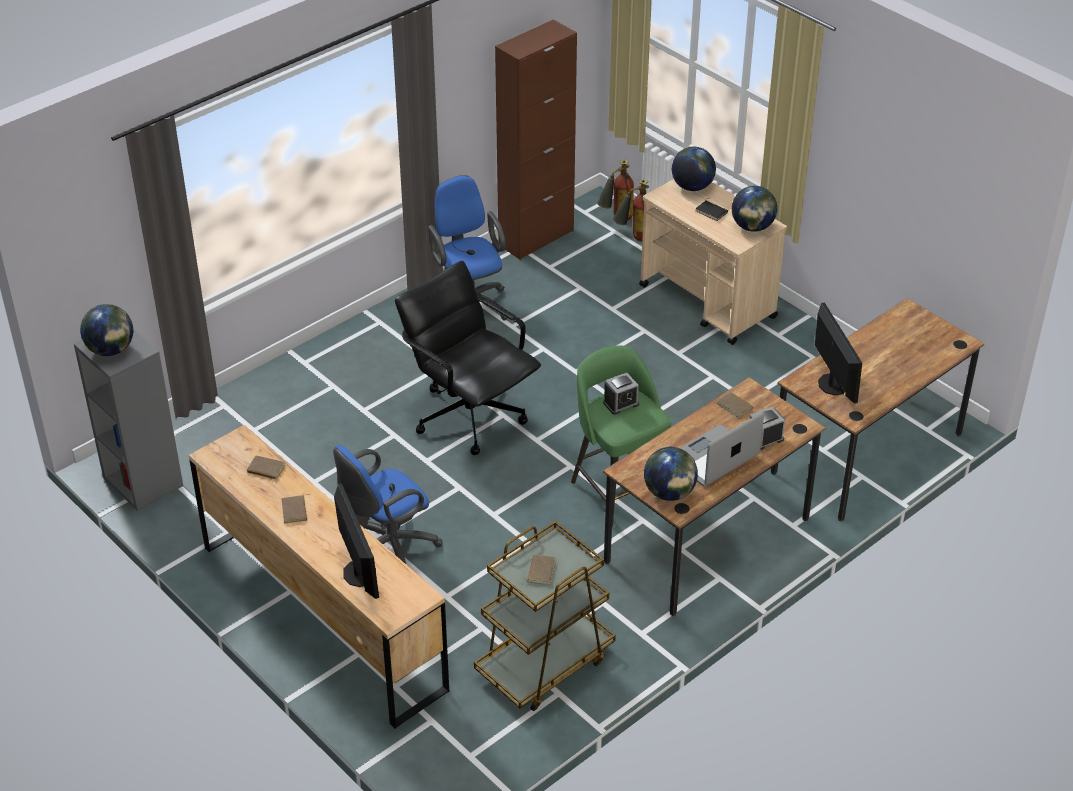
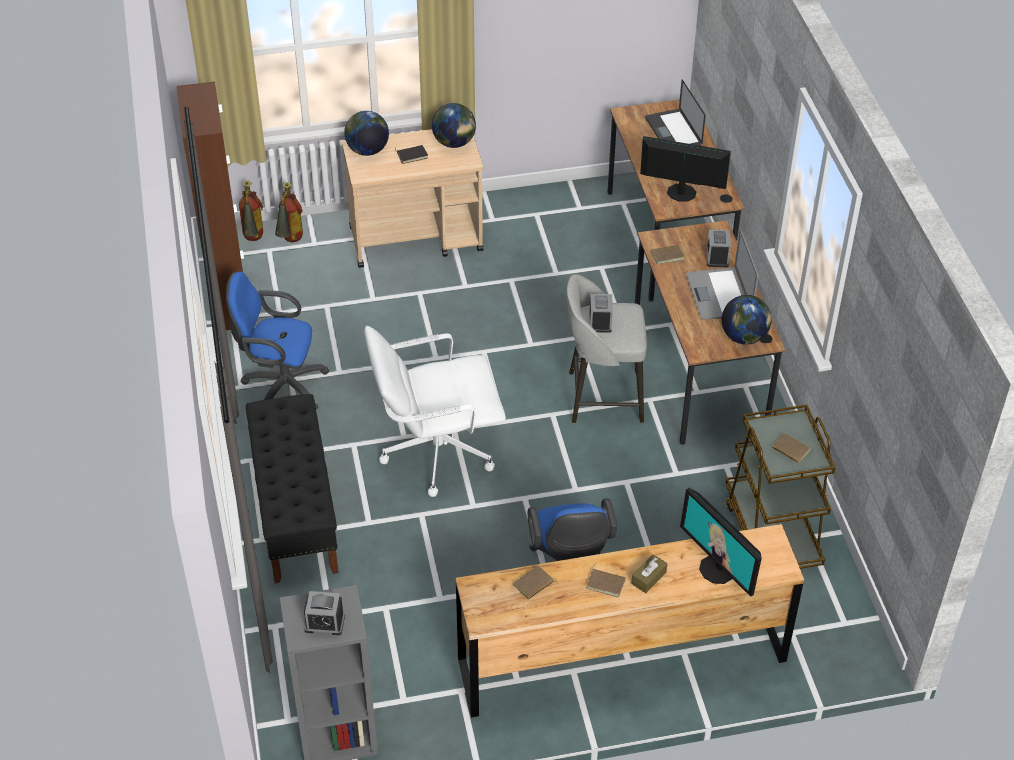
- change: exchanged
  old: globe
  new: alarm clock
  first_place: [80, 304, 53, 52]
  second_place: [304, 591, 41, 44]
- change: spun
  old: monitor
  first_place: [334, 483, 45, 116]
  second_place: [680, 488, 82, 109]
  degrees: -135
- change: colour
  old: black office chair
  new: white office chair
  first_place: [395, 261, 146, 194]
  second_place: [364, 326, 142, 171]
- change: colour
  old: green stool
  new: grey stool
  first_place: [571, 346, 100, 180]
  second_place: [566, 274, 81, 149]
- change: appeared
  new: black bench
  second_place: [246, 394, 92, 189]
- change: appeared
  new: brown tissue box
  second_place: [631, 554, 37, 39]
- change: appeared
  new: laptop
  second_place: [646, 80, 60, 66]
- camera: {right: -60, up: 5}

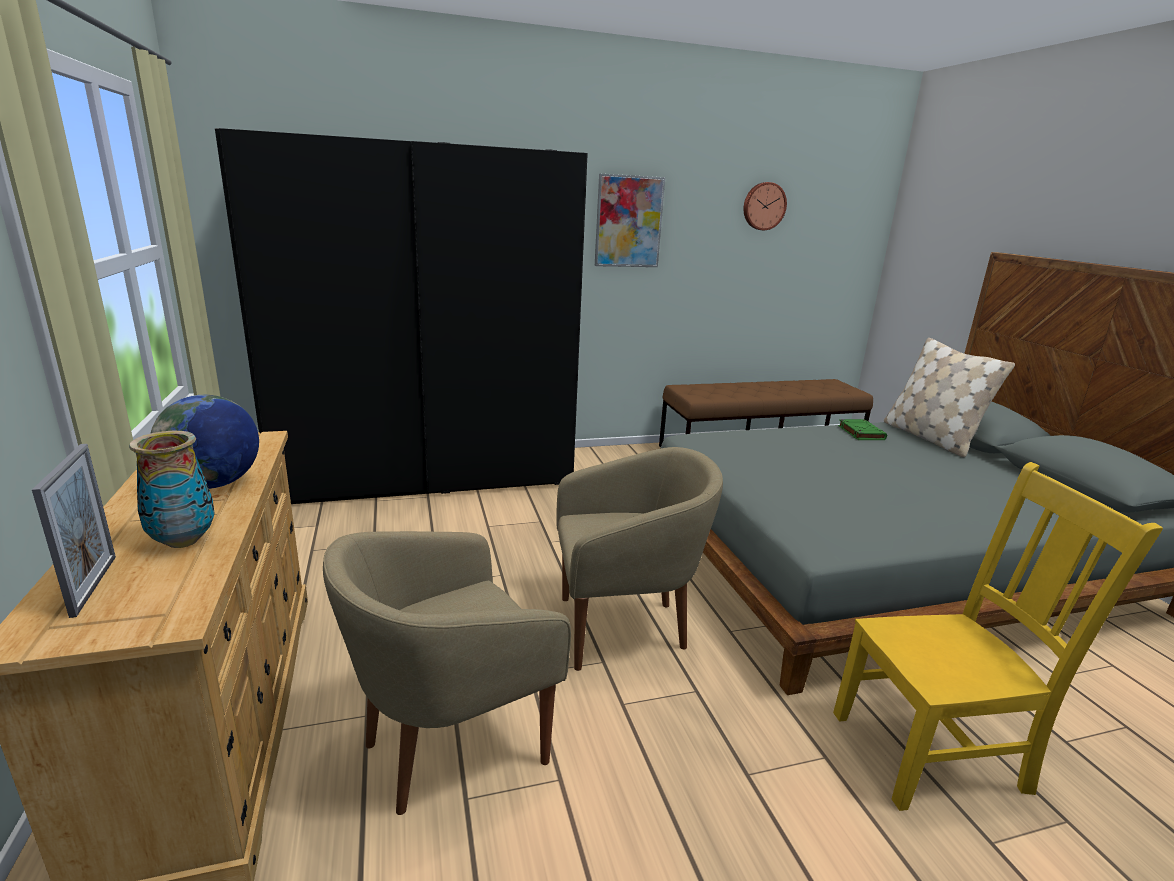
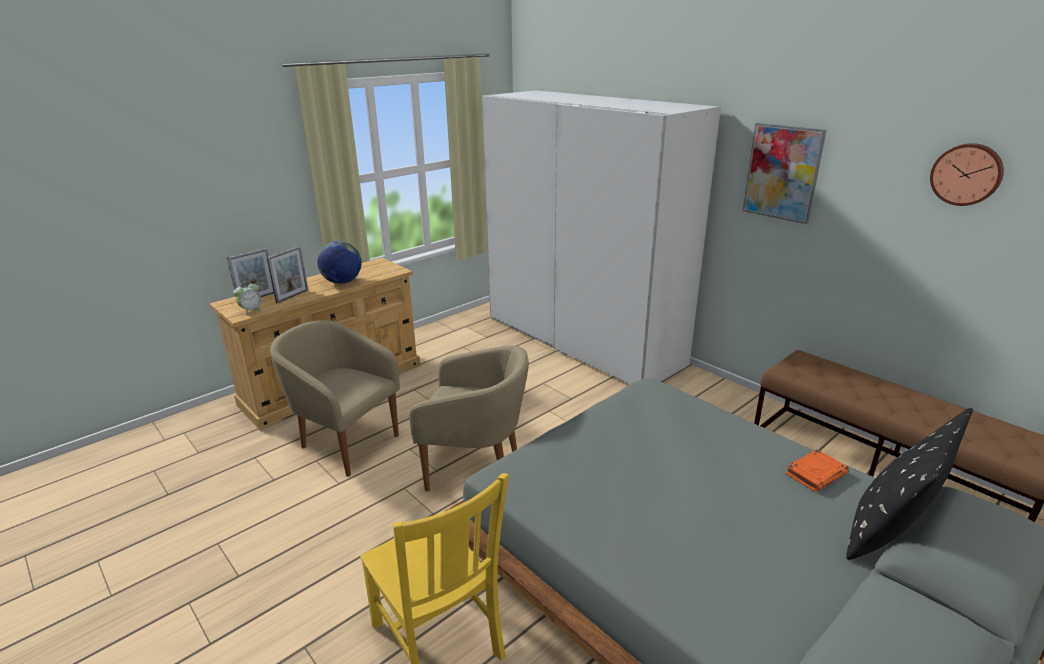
- change: exchanged
  old: vase
  new: picture frame
  first_place: [129, 431, 86, 117]
  second_place: [267, 246, 41, 57]
- change: colour
  old: black wardrobe
  new: white wardrobe
  first_place: [215, 128, 373, 376]
  second_place: [482, 90, 239, 295]
- change: spun
  old: beige armchair
  first_place: [556, 447, 167, 224]
  second_place: [409, 345, 120, 146]
  degrees: -45
- change: colour
  old: green book
  new: orange book
  first_place: [838, 419, 49, 21]
  second_place: [785, 449, 64, 43]
- change: colour
  old: beige pillow
  new: black pillow
  first_place: [884, 338, 131, 120]
  second_place: [846, 408, 127, 152]
- change: appeared
  new: alarm clock
  second_place: [233, 281, 31, 35]
- camera: {right: 65, up: 5}

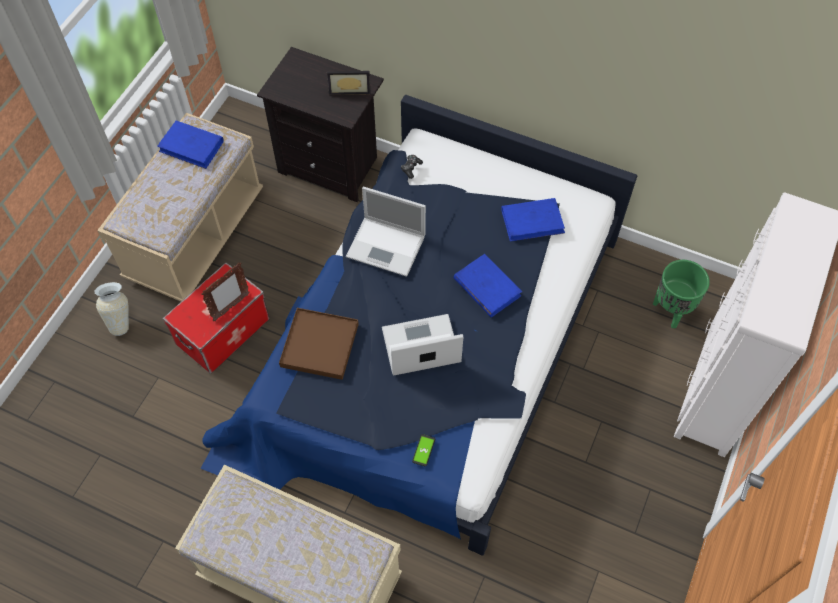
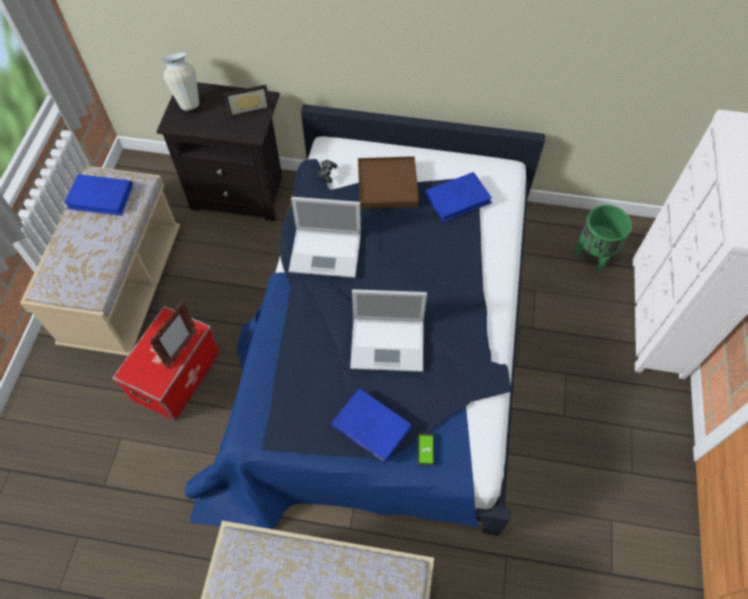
- change: relocated
  old: vase
  first_place: [95, 282, 34, 54]
  second_place: [160, 53, 39, 58]
- change: relocated
  old: brown tray
  first_place: [279, 308, 80, 72]
  second_place: [358, 156, 61, 53]
- change: spun
  old: laptop
  first_place: [382, 314, 81, 62]
  second_place: [350, 289, 77, 83]
  degrees: -150
- change: relocated
  old: blue book
  first_place: [454, 254, 68, 64]
  second_place: [331, 388, 81, 76]
- camera: {right: -15, up: 0}

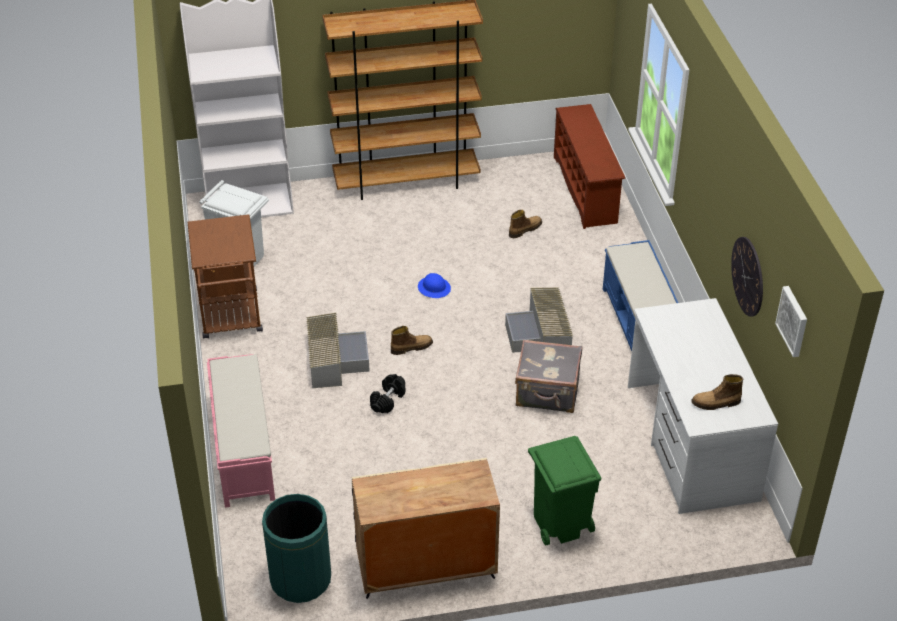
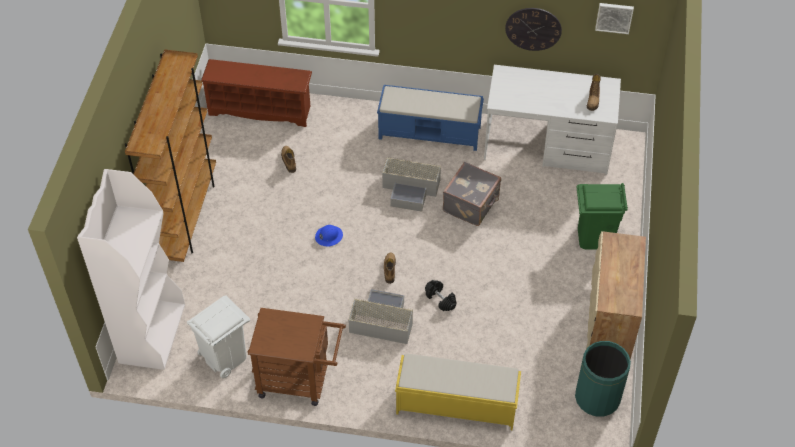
- change: colour
  old: pink bench
  new: yellow bench
  first_place: [207, 354, 68, 154]
  second_place: [395, 354, 126, 76]
- camera: {right: -70, up: 10}

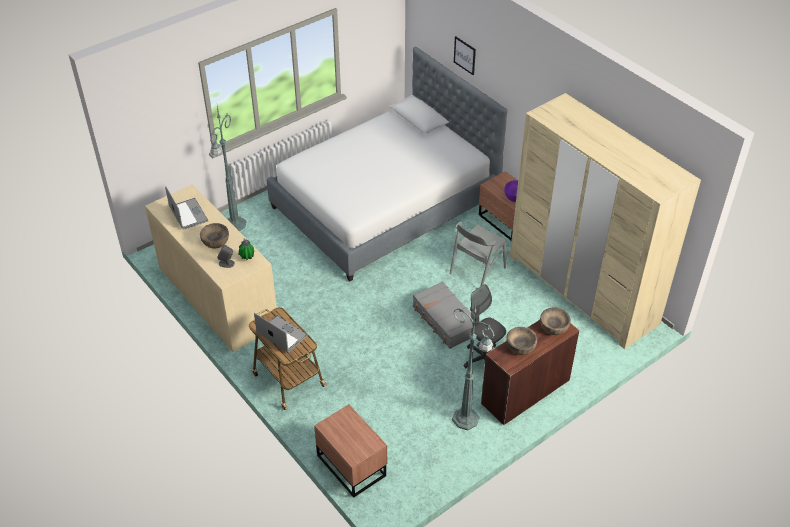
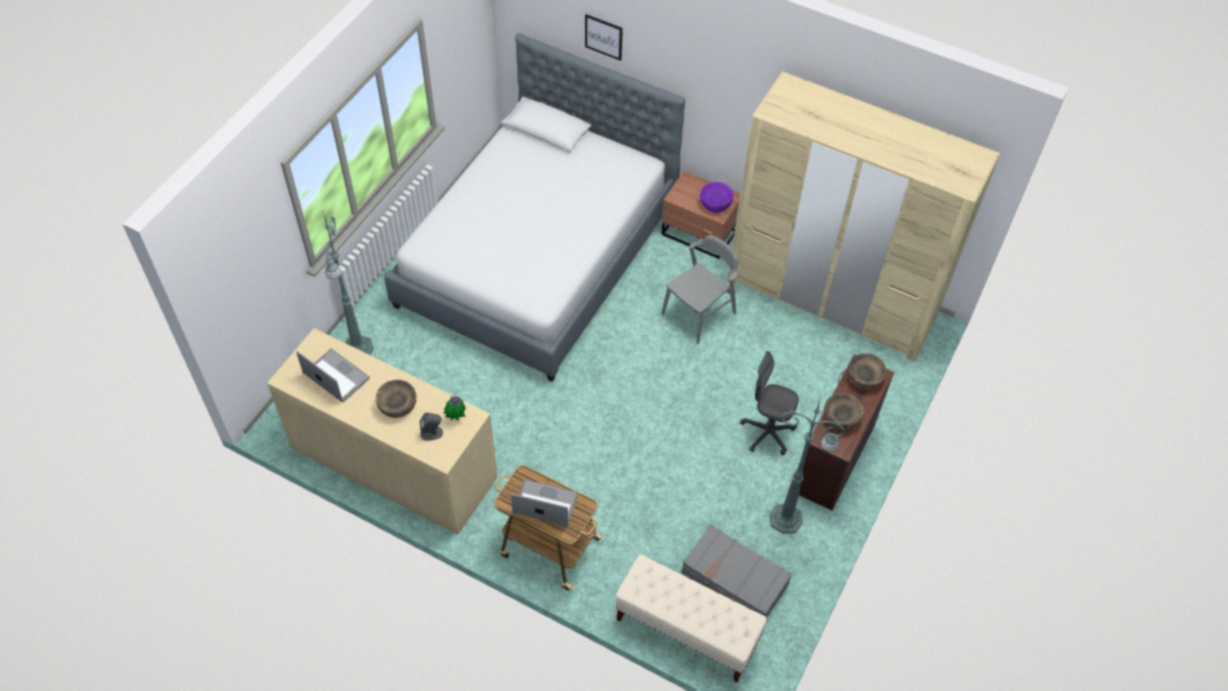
- change: exchanged
  old: brown nightstand
  new: beige bench
  first_place: [314, 404, 73, 94]
  second_place: [616, 554, 151, 128]
- change: relocated
  old: grey suitcase
  first_place: [413, 281, 67, 68]
  second_place: [682, 524, 110, 93]
- change: spun
  old: grey chair
  first_place: [450, 222, 57, 65]
  second_place: [661, 235, 77, 110]
  degrees: -150
- camera: {right: -25, up: 10}

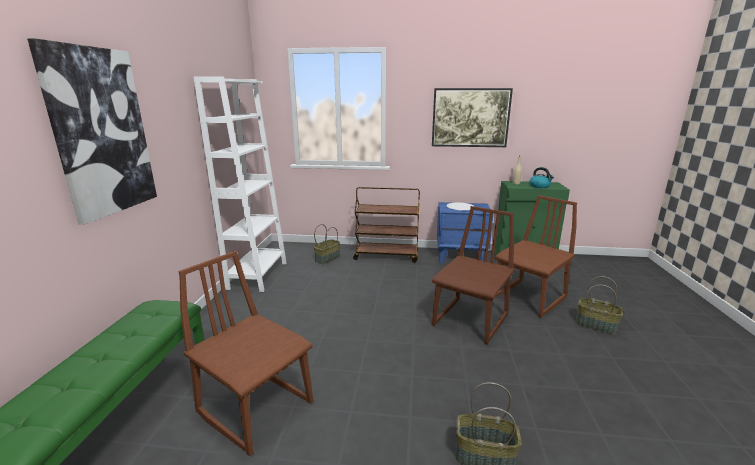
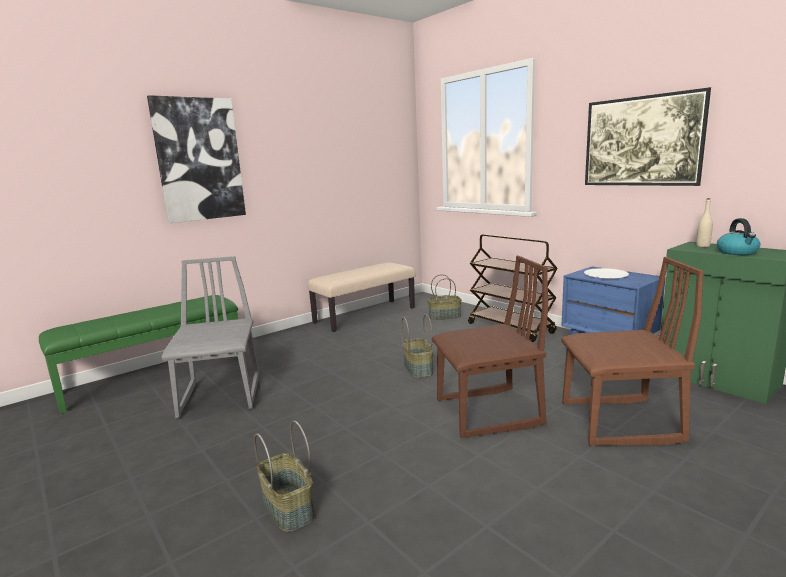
- change: colour
  old: brown chair
  new: grey chair
  first_place: [179, 251, 134, 205]
  second_place: [162, 256, 97, 162]
- change: exchanged
  old: white bookcase
  new: beige bench
  first_place: [194, 76, 93, 216]
  second_place: [307, 262, 108, 70]
- change: relocated
  old: basket
  first_place: [576, 276, 47, 58]
  second_place: [401, 314, 32, 64]
- camera: {right: 45, up: -5}

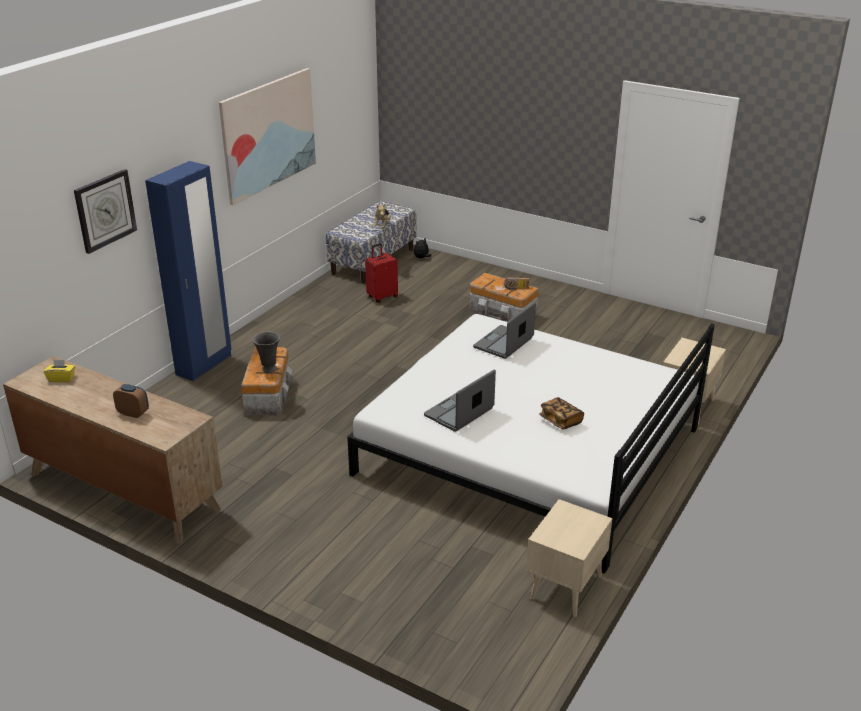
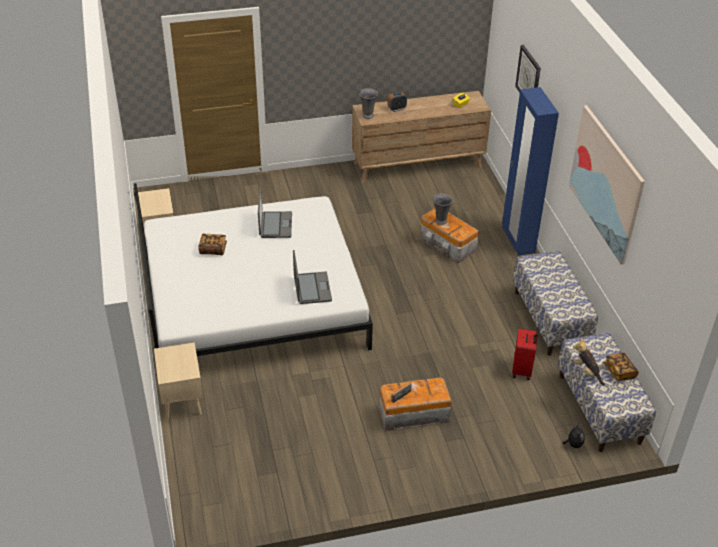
- change: appeared
  new: grey vase
  second_place: [359, 88, 19, 31]
- change: appeared
  new: bench
  second_place: [513, 251, 85, 105]
- change: appeared
  new: book
  second_place: [604, 353, 35, 28]
- camera: {right: 135, up: 10}

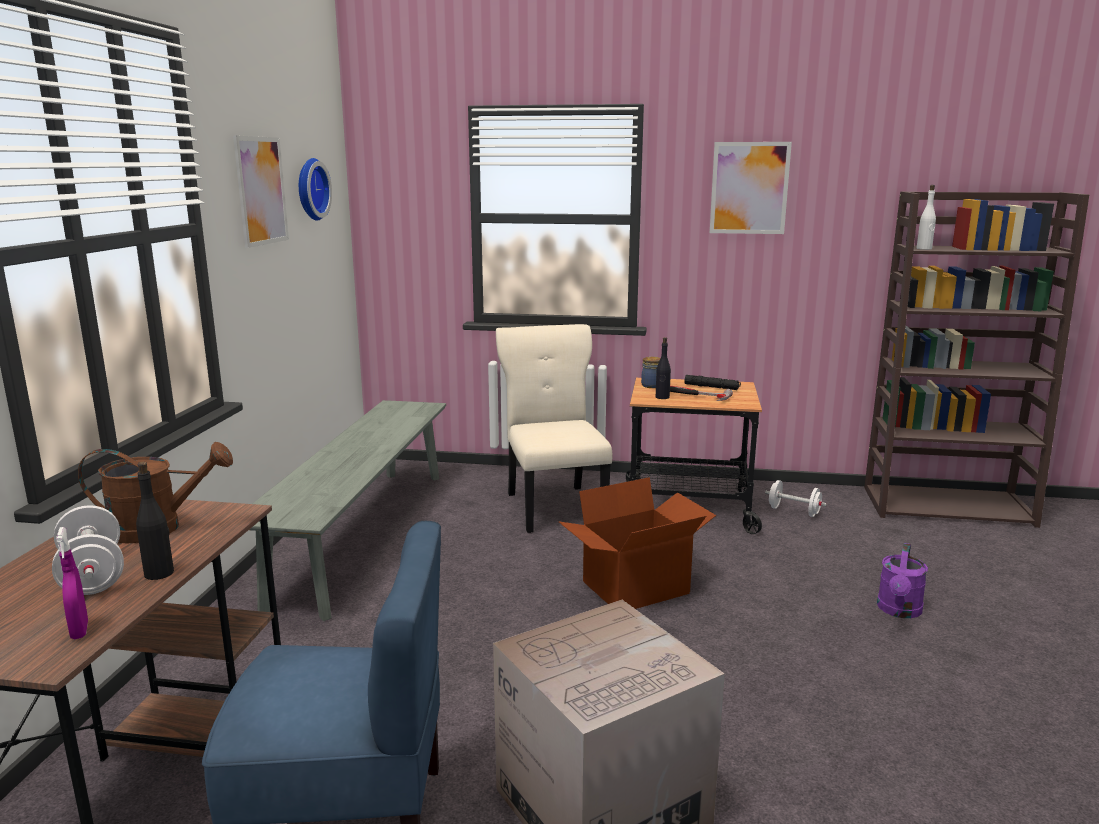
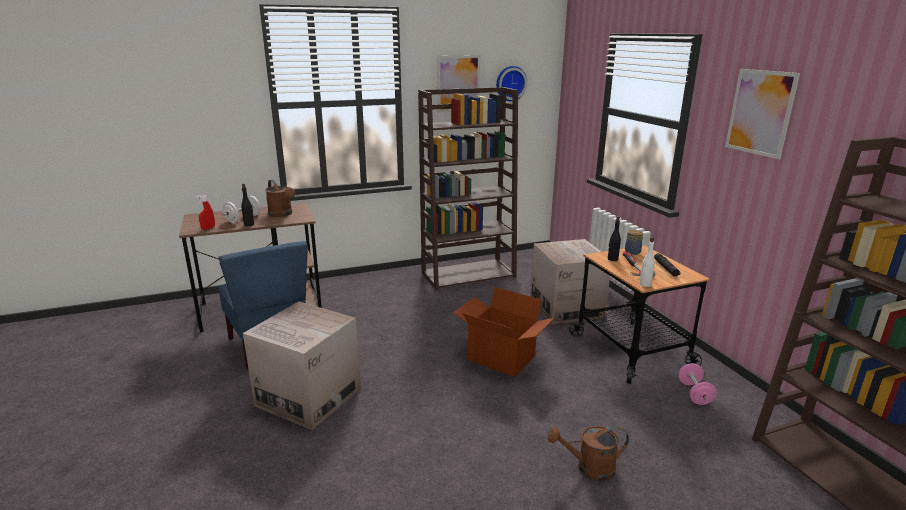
- change: colour
  old: purple spray bottle
  new: red spray bottle
  first_place: [56, 527, 32, 112]
  second_place: [197, 194, 18, 36]
- change: exchanged
  old: grey bench
  new: brown bookcase
  first_place: [249, 400, 197, 221]
  second_place: [418, 87, 100, 204]
- change: exchanged
  old: beige chair
  new: cardboard box
  first_place: [496, 324, 116, 209]
  second_place: [530, 239, 80, 86]
- change: colour
  old: white dumbbell
  new: pink dumbbell
  first_place: [765, 480, 62, 37]
  second_place: [678, 363, 39, 42]
- change: colour
  old: purple watering can
  new: brown watering can
  first_place: [877, 543, 51, 75]
  second_place: [548, 426, 81, 55]
- change: relocated
  old: white bottle
  first_place: [917, 185, 19, 65]
  second_place: [639, 237, 16, 50]
- camera: {right: 60, up: 5}

